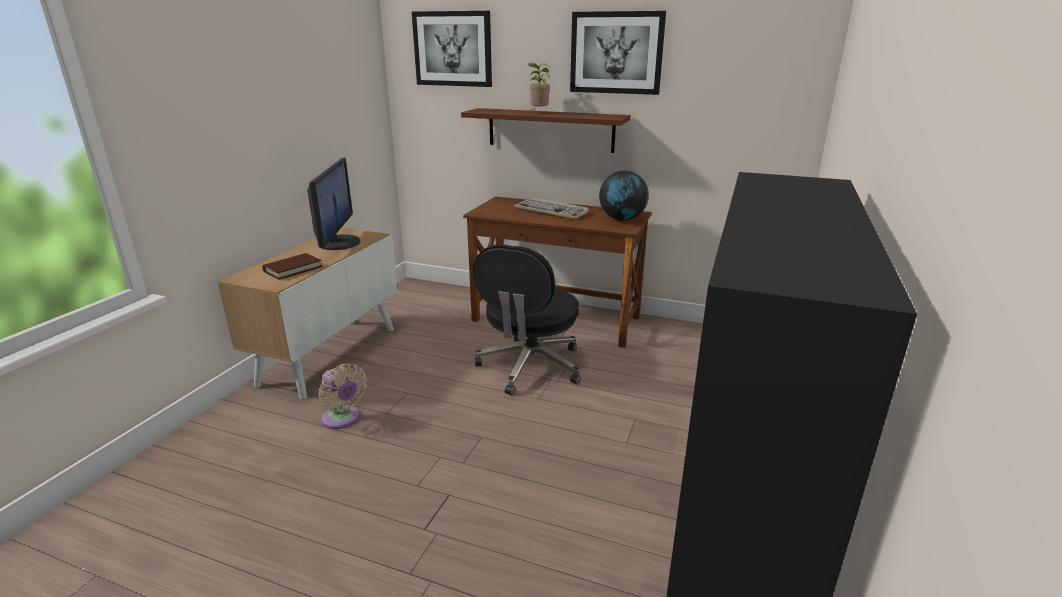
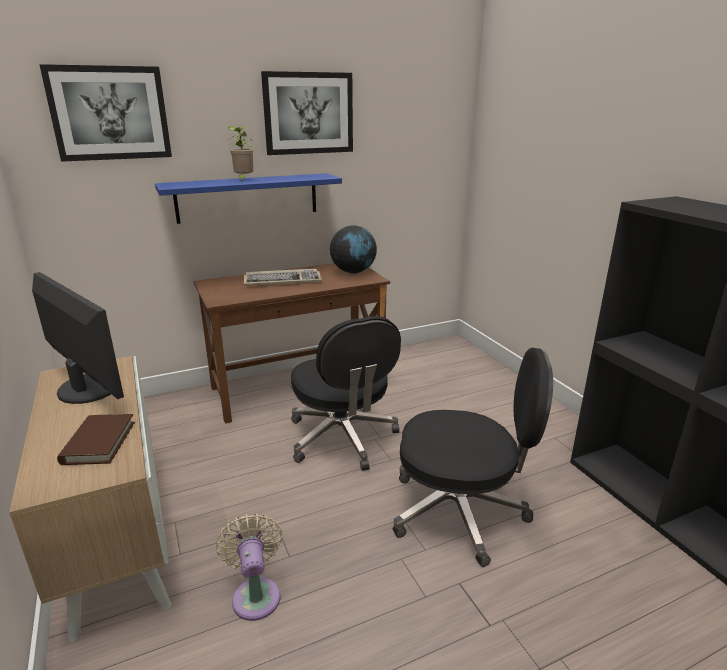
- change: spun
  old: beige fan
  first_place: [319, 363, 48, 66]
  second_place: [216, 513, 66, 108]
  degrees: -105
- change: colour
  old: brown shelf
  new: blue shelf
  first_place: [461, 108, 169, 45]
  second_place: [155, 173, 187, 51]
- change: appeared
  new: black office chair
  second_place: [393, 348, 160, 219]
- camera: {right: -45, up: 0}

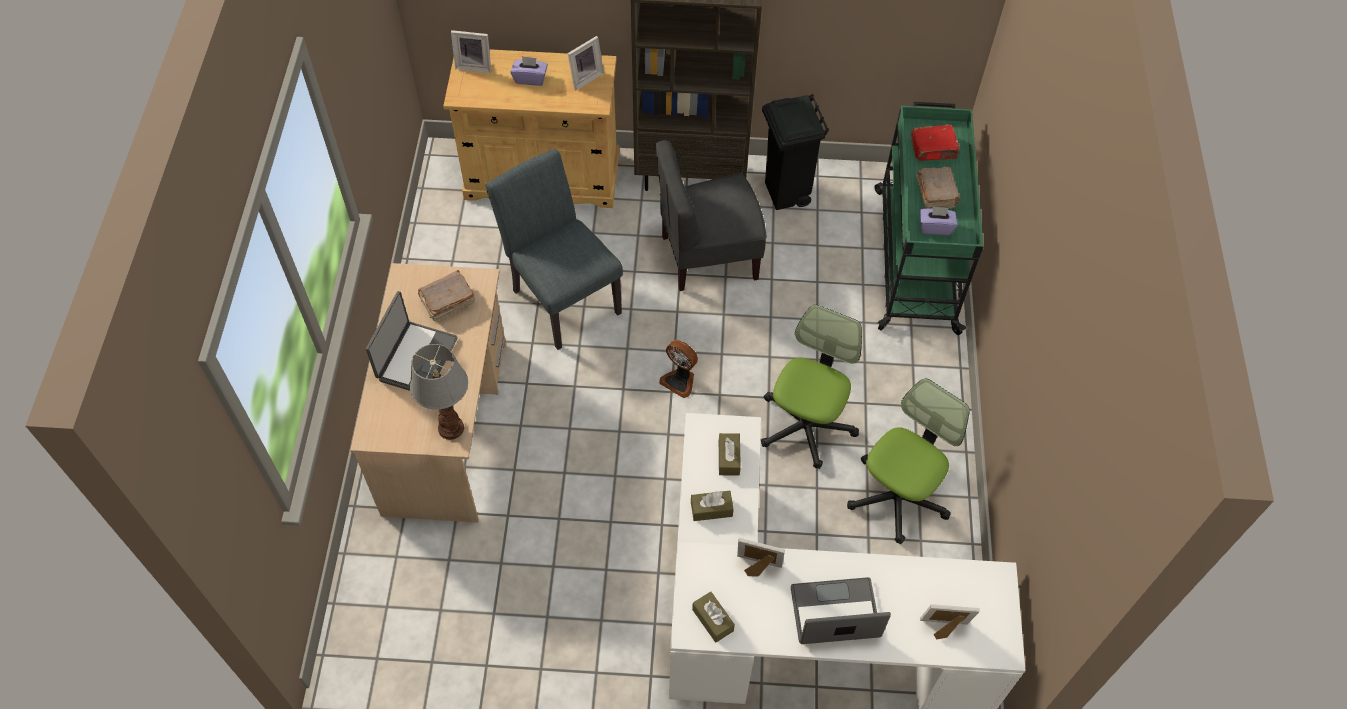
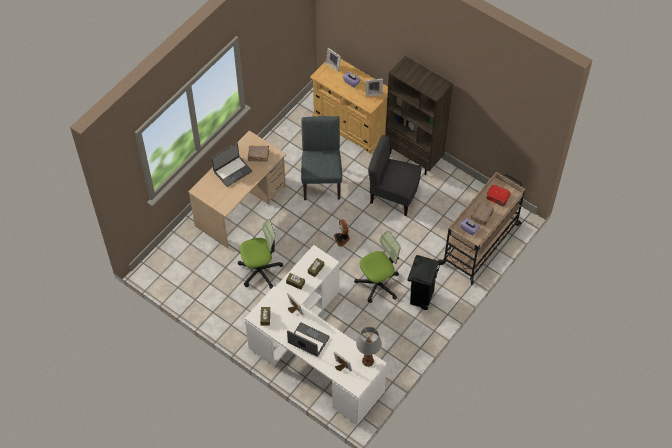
- change: relocated
  old: table lamp
  first_place: [410, 344, 58, 96]
  second_place: [356, 327, 26, 40]
- change: relocated
  old: black trash can
  first_place: [762, 94, 67, 116]
  second_place: [408, 255, 33, 55]
- change: relocated
  old: office chair
  first_place: [847, 379, 122, 165]
  second_place: [238, 220, 45, 69]
- change: colour
  old: green cart
  new: beige cart
  first_place: [874, 102, 110, 233]
  second_place: [438, 172, 87, 113]
- camera: {right: 35, up: 0}

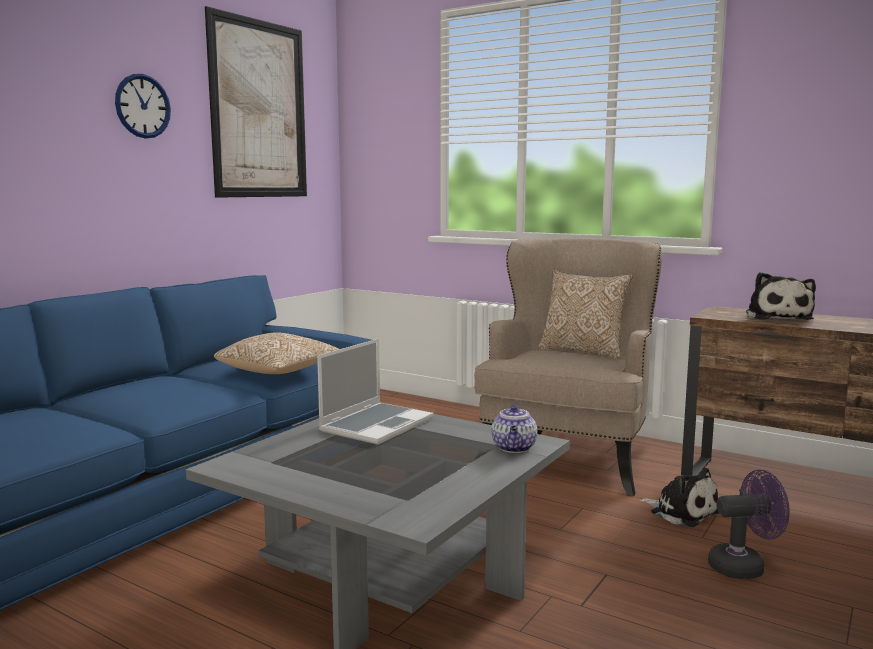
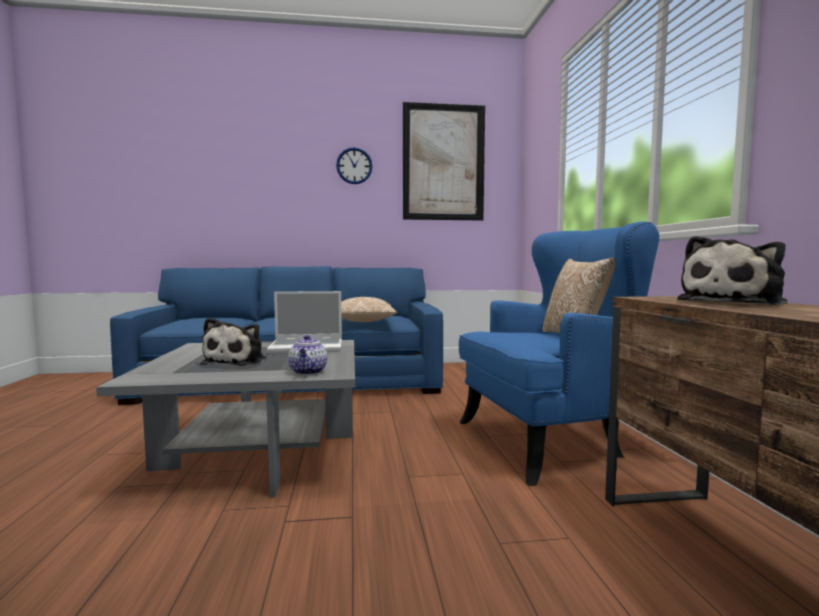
- change: colour
  old: beige armchair
  new: blue armchair
  first_place: [474, 238, 188, 258]
  second_place: [459, 221, 200, 265]
- change: spun
  old: teapot
  first_place: [492, 405, 45, 48]
  second_place: [288, 335, 40, 40]
  degrees: -60
- change: relocated
  old: plush toy
  first_place: [640, 468, 79, 59]
  second_place: [200, 318, 67, 48]
- change: missing
  old: purple fan
  first_place: [708, 470, 82, 109]
- camera: {right: 50, up: -5}

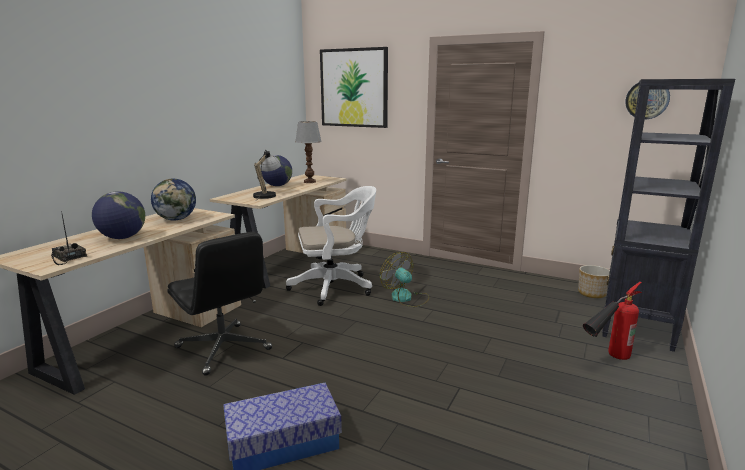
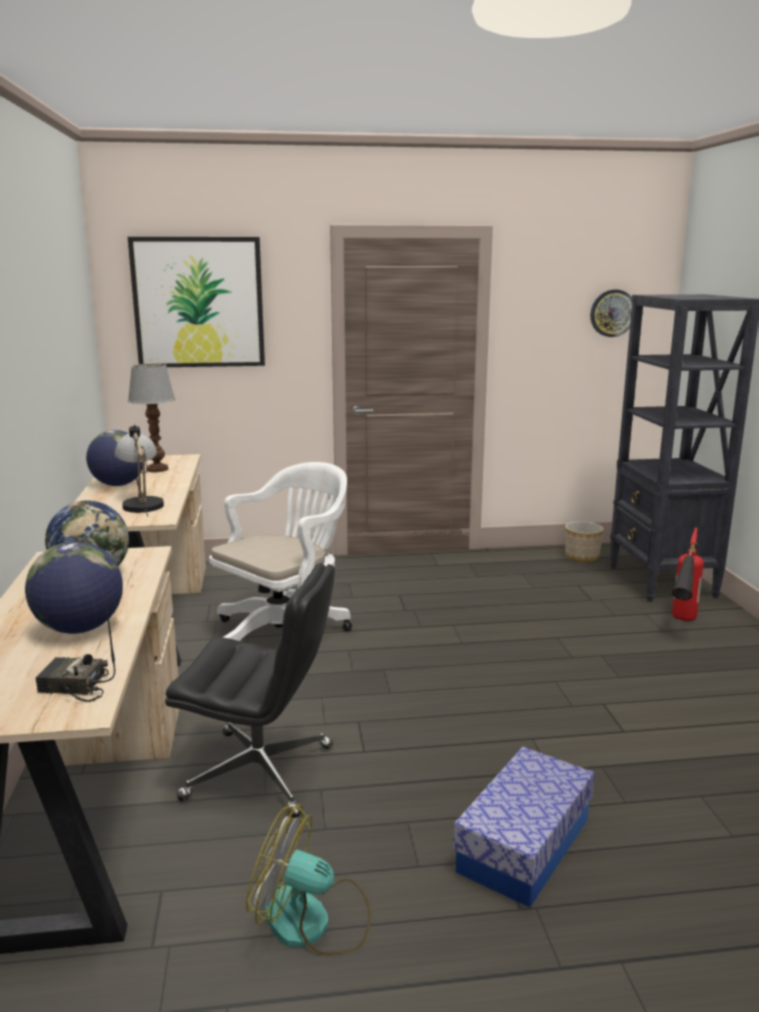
- change: relocated
  old: fan
  first_place: [380, 252, 49, 55]
  second_place: [246, 804, 125, 152]
- camera: {right: -35, up: 0}

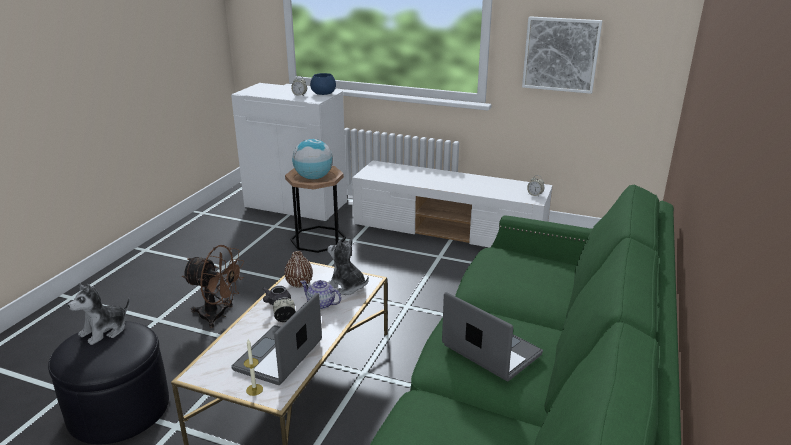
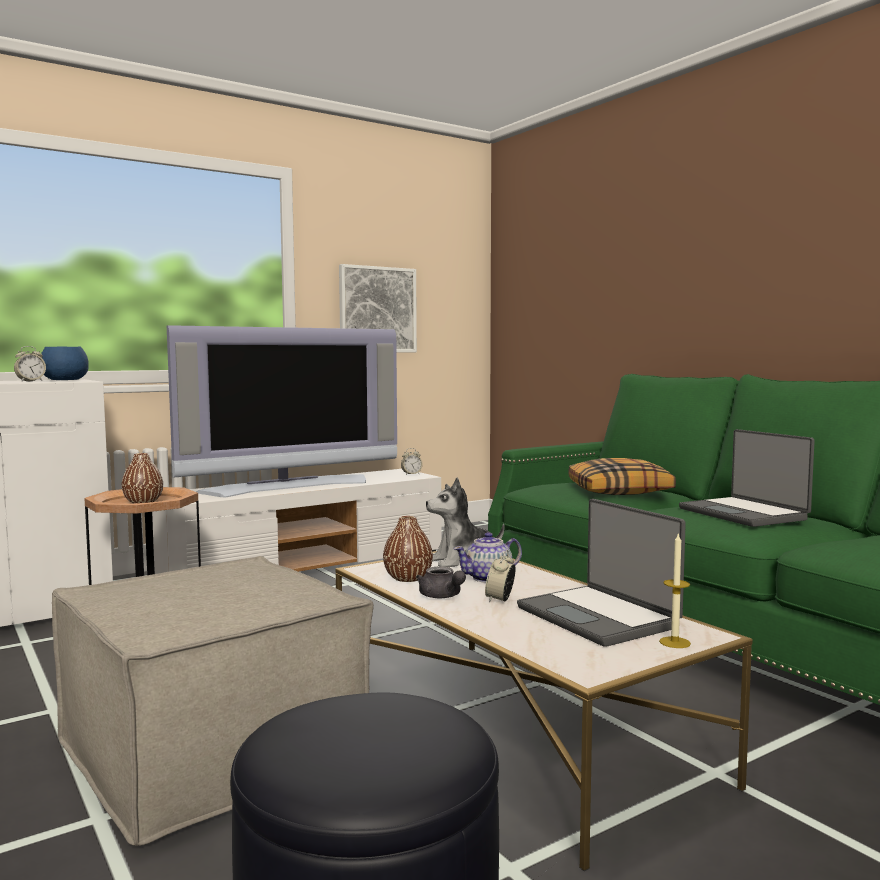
- change: missing
  old: plush toy
  first_place: [68, 283, 62, 62]
- change: exchanged
  old: brown fan
  new: beige ottoman
  first_place: [182, 245, 62, 83]
  second_place: [52, 556, 322, 290]
- change: exchanged
  old: globe
  new: brown vase
  first_place: [292, 139, 41, 41]
  second_place: [121, 453, 42, 50]
- change: spun
  old: laptop
  first_place: [442, 292, 101, 89]
  second_place: [679, 429, 136, 98]
  degrees: -105
- change: appeared
  new: television
  second_place: [167, 325, 230, 172]
- change: appeared
  new: pillow
  second_place: [568, 458, 108, 37]
- camera: {right: -55, up: -20}

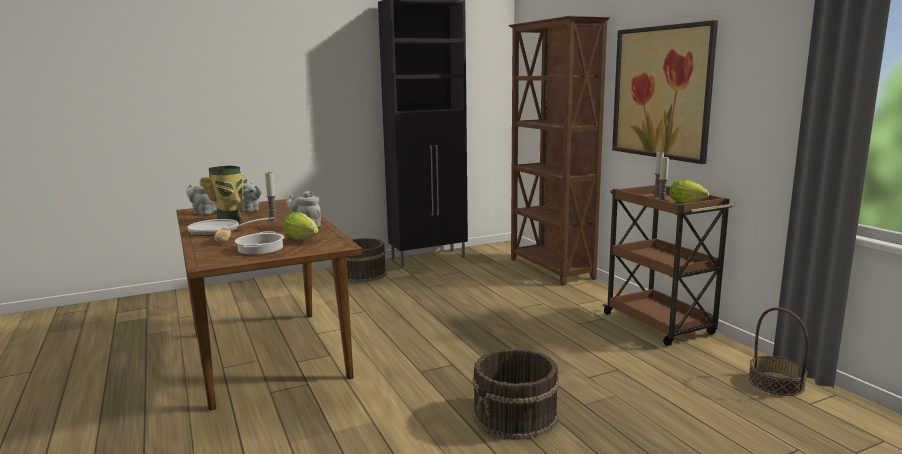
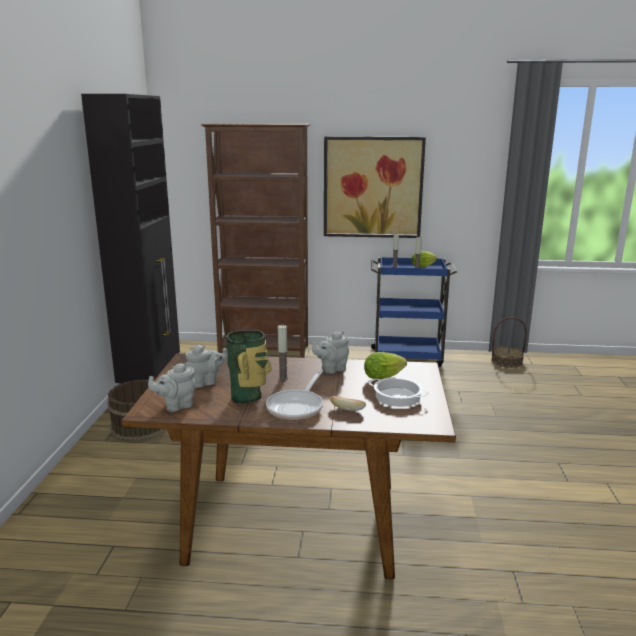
- change: missing
  old: brown bucket
  first_place: [472, 348, 87, 92]
- change: colour
  old: brown cart
  new: blue cart
  first_place: [603, 185, 131, 161]
  second_place: [369, 257, 88, 110]
- camera: {right: -60, up: 5}

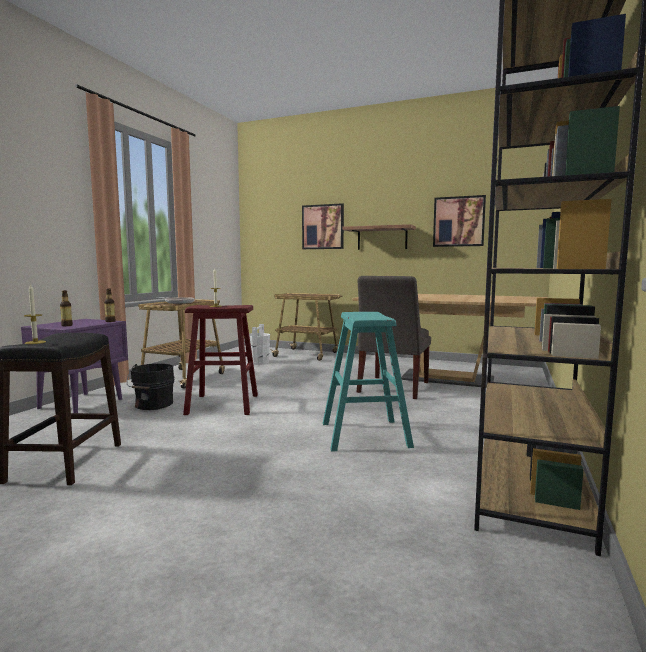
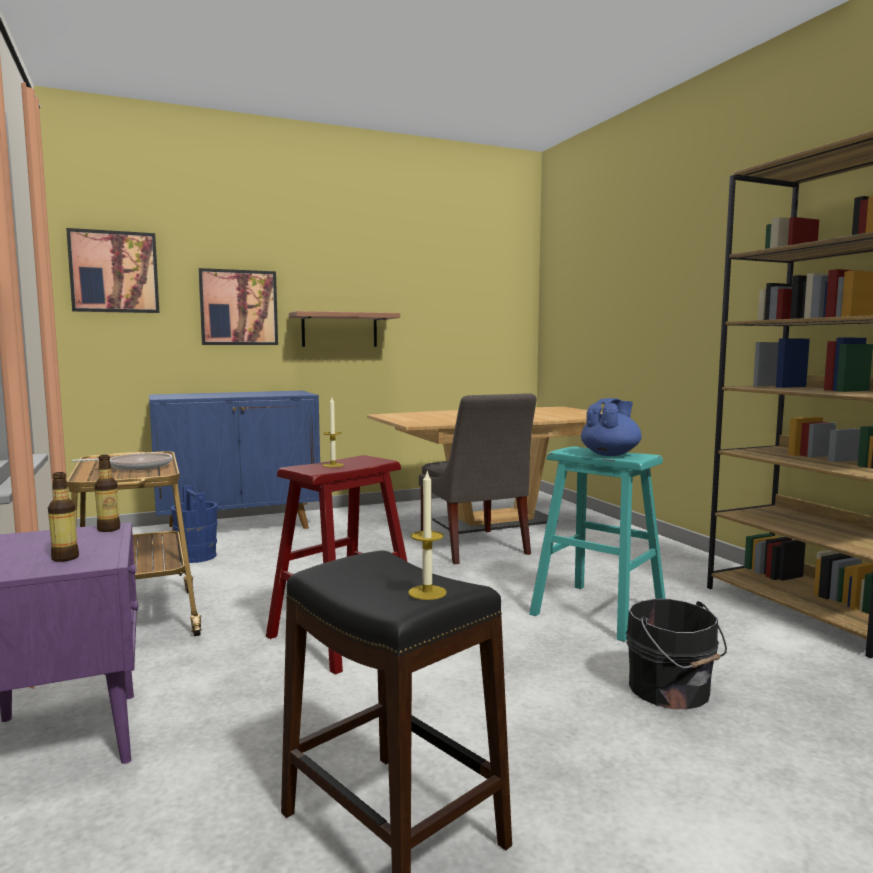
- change: relocated
  old: black bucket
  first_place: [127, 363, 48, 47]
  second_place: [626, 599, 101, 110]
- change: colour
  old: white bucket
  new: blue bucket
  first_place: [249, 324, 21, 41]
  second_place: [171, 485, 47, 78]
- change: exchanged
  old: cart
  new: blue cabinet
  first_place: [270, 293, 72, 68]
  second_place: [149, 391, 171, 140]
- change: relocated
  old: picture
  first_place: [433, 195, 53, 52]
  second_place: [66, 228, 93, 85]
- change: appeared
  new: blue teapot
  second_place: [581, 398, 61, 58]
- camera: {right: -45, up: 0}

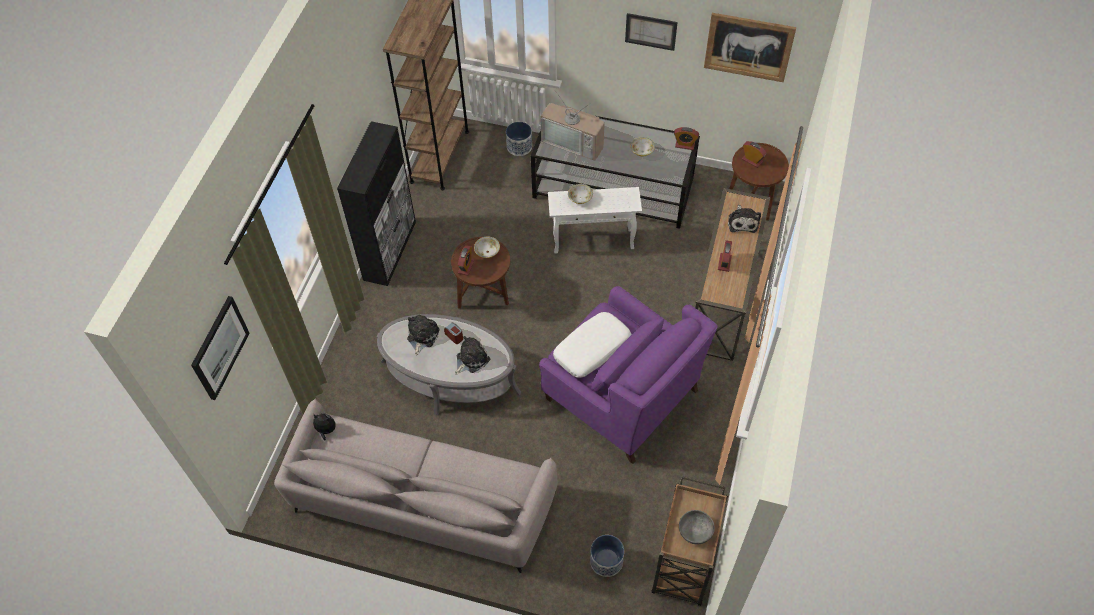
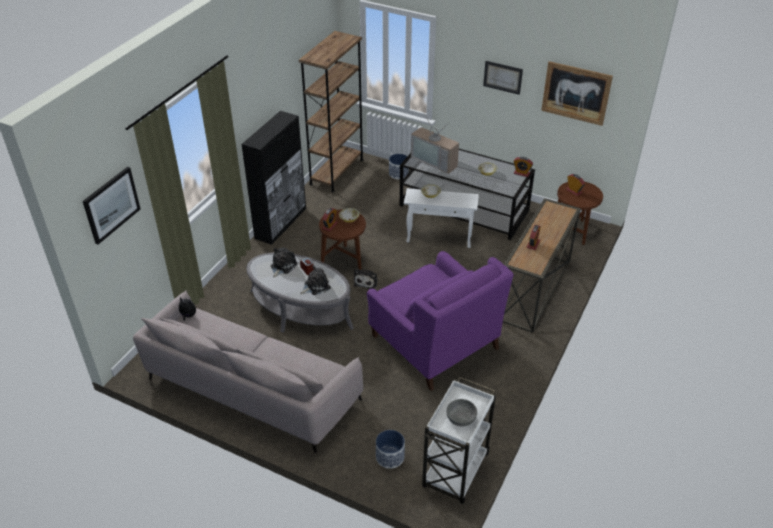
- change: missing
  old: white pillow
  first_place: [553, 312, 78, 66]
- change: colour
  old: brown cart
  new: white cart
  first_place: [652, 477, 76, 129]
  second_place: [422, 377, 74, 127]
- change: relocated
  old: plush toy
  first_place: [728, 205, 33, 28]
  second_place: [354, 269, 23, 20]
- camera: {right: 10, up: -15}

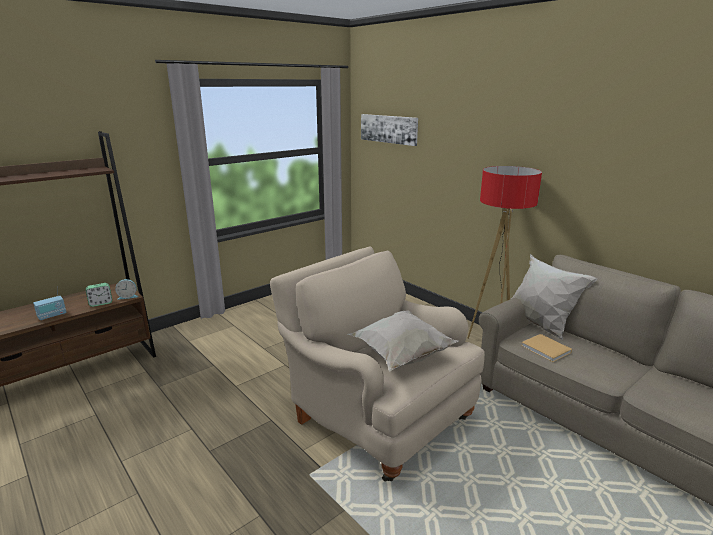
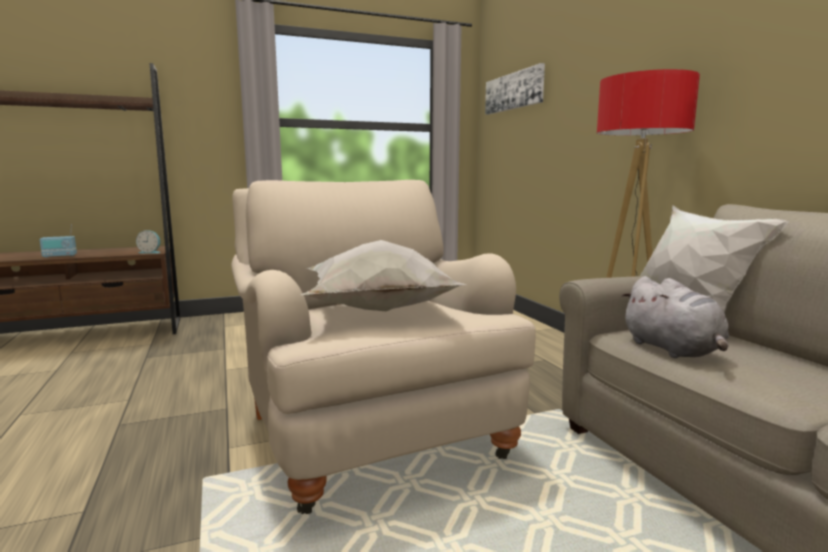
- change: missing
  old: alarm clock
  first_place: [86, 283, 26, 24]
- change: exchanged
  old: beige book
  new: grey plush toy
  first_place: [521, 334, 51, 28]
  second_place: [621, 276, 108, 82]
- camera: {right: 20, up: -10}

